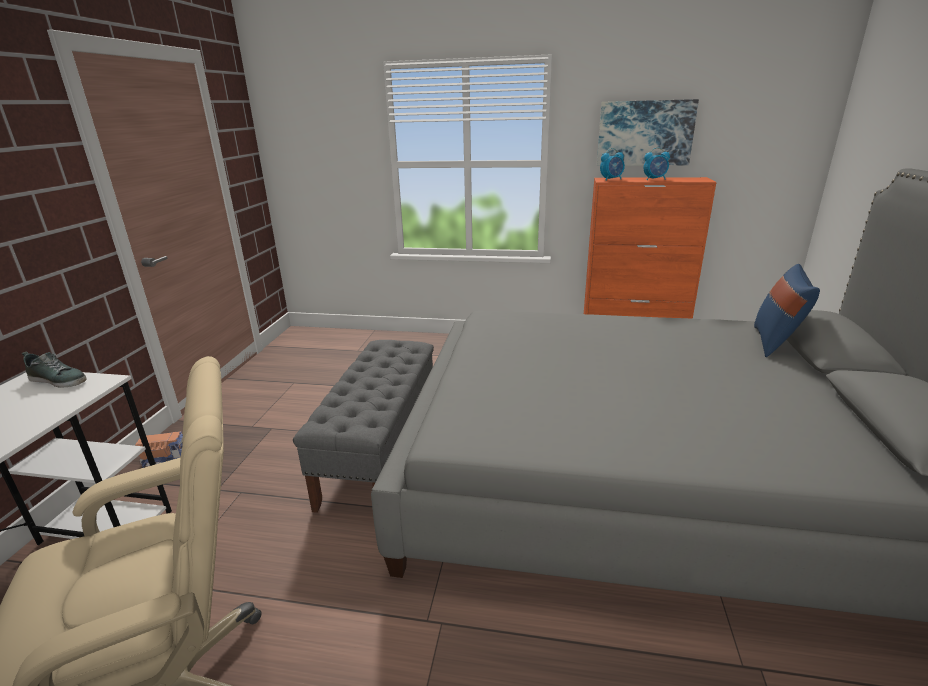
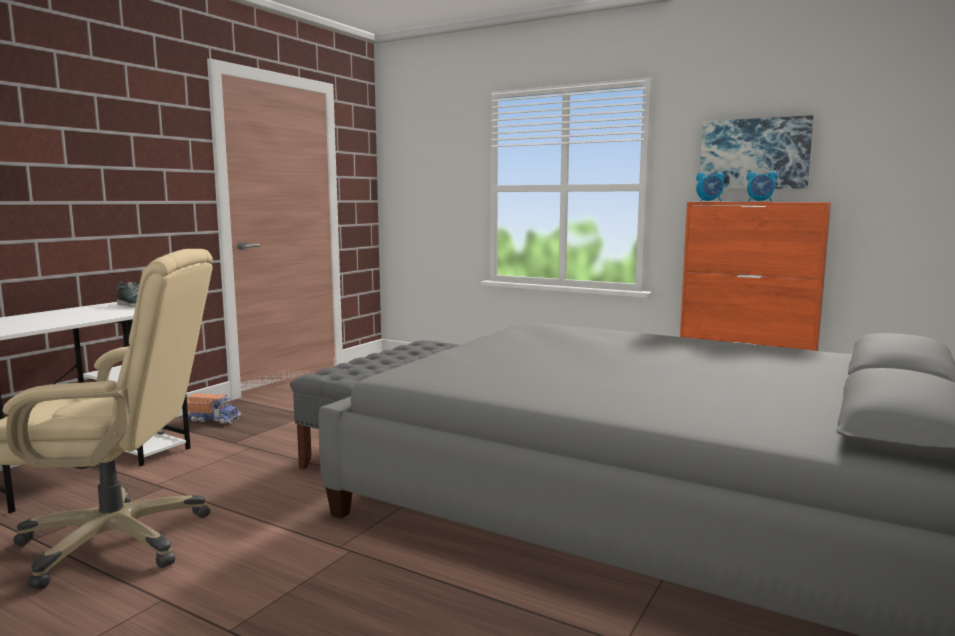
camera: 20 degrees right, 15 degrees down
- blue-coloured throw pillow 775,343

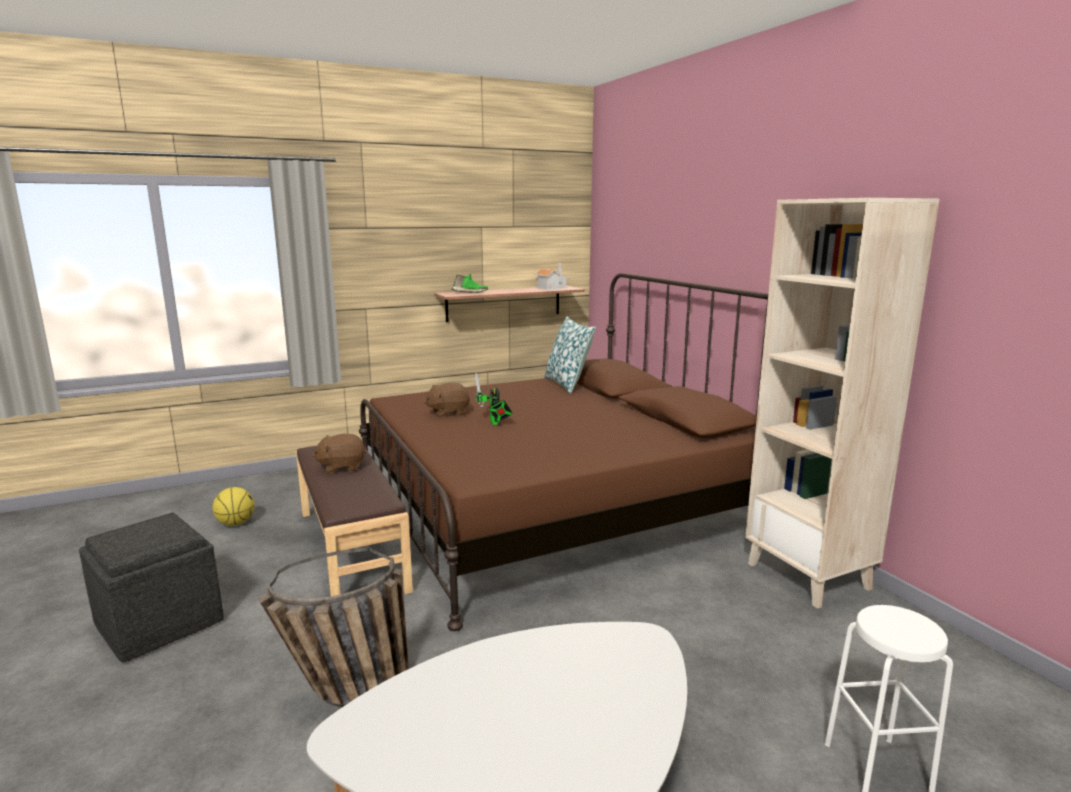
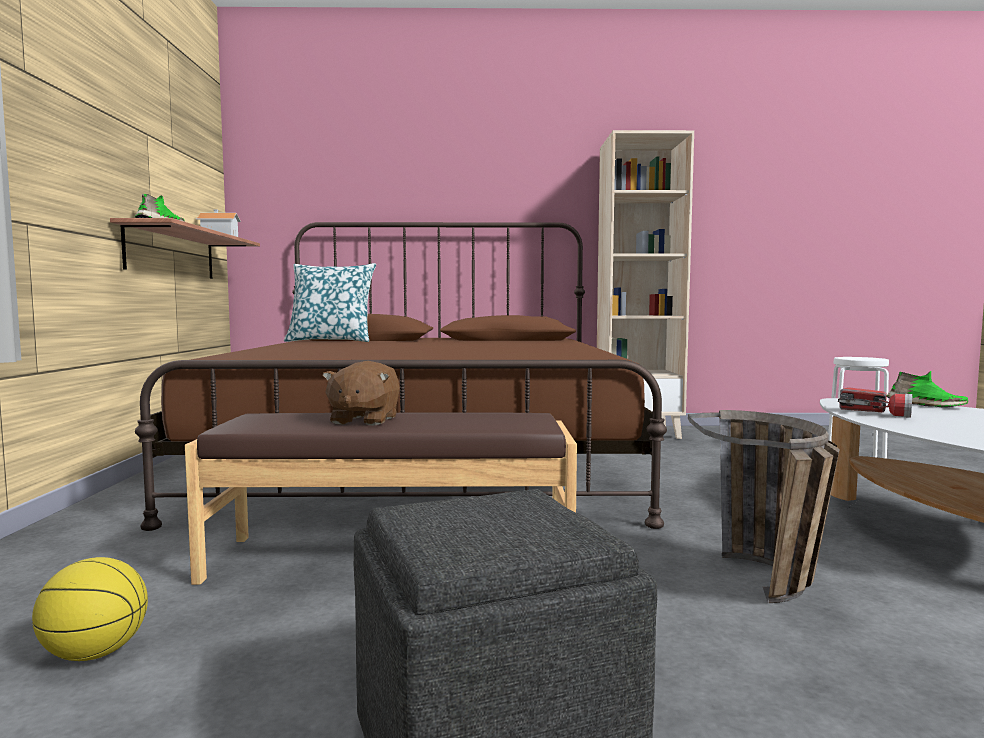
camera: 65 degrees left, 10 degrees down
+ torch 875,413
+ greenish low shoe 926,405
- brownish plush toy 448,413
- model robot 494,423

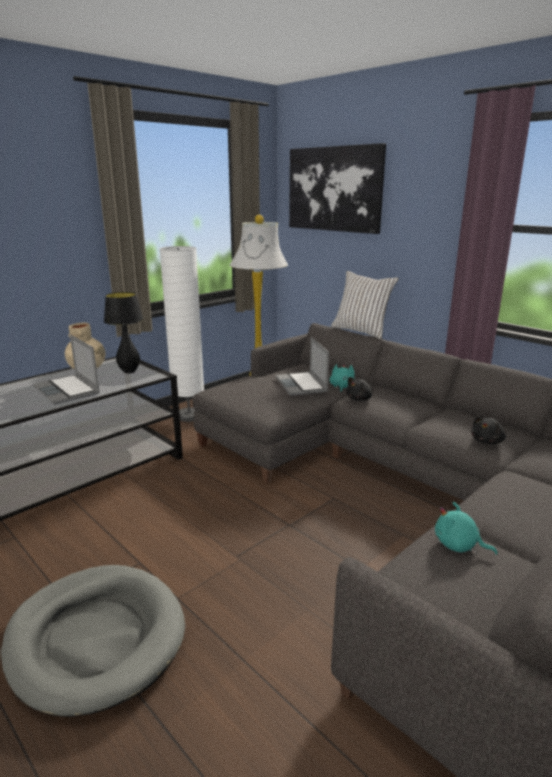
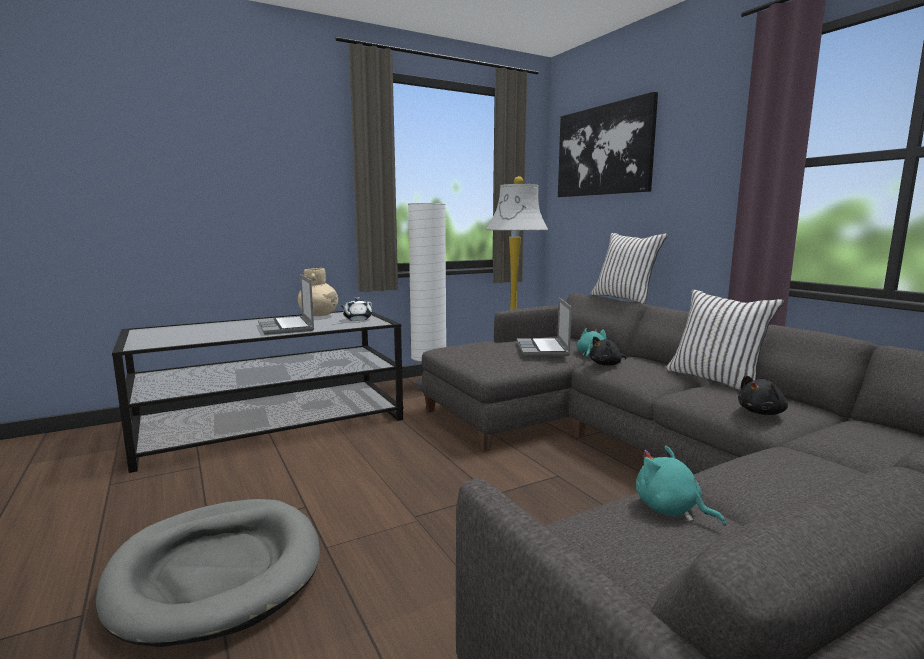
camera: 15 degrees right, 10 degrees down
~ blackish tabletop lamp 129,371 to white pot for tea 357,319
+ white throw pillow 716,380

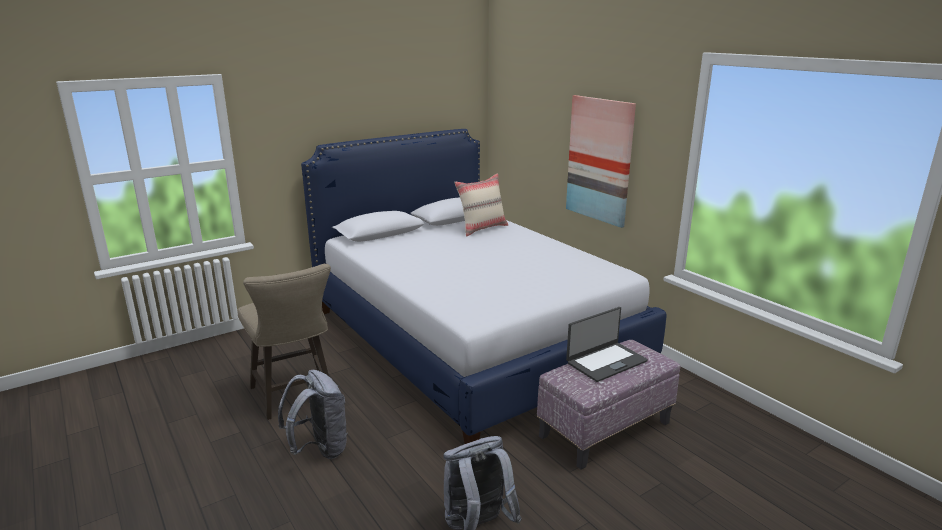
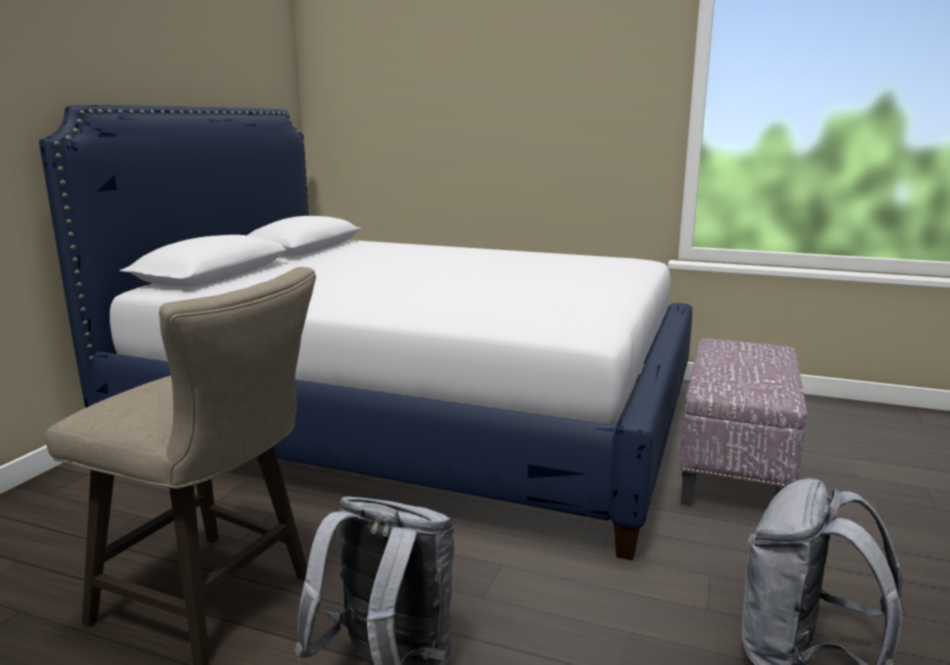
camera: 35 degrees left, 5 degrees down
- beige throw pillow 482,228
- wall picture 600,160
- portable computer 606,361

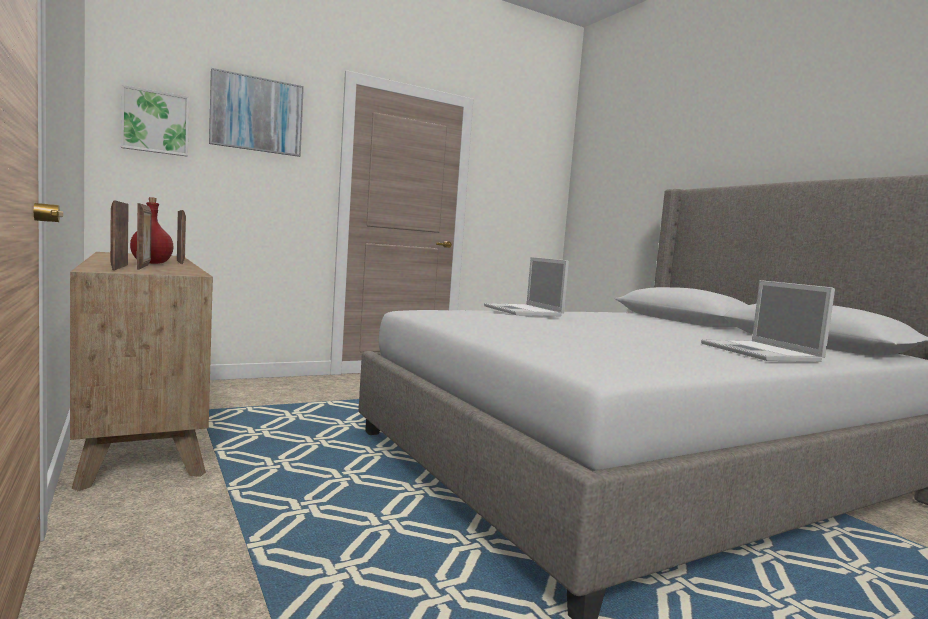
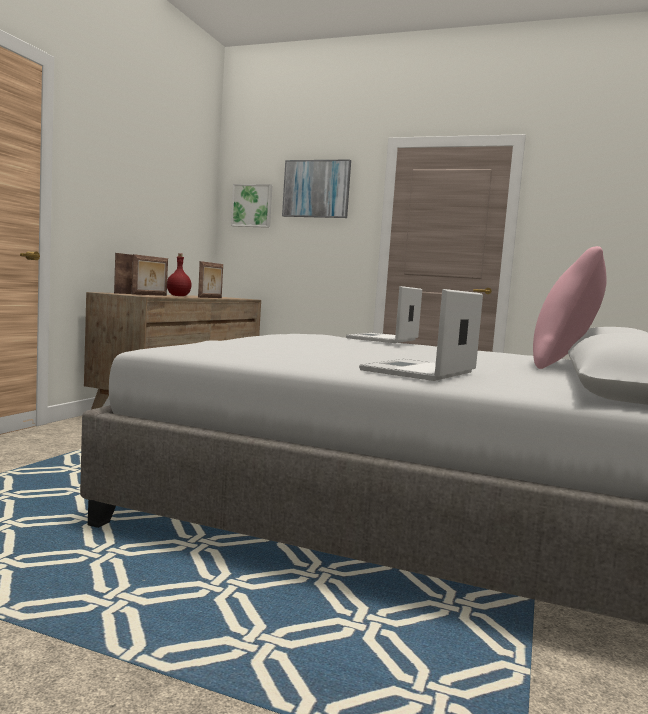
camera: 50 degrees right, 0 degrees up
+ pink throw pillow 563,366

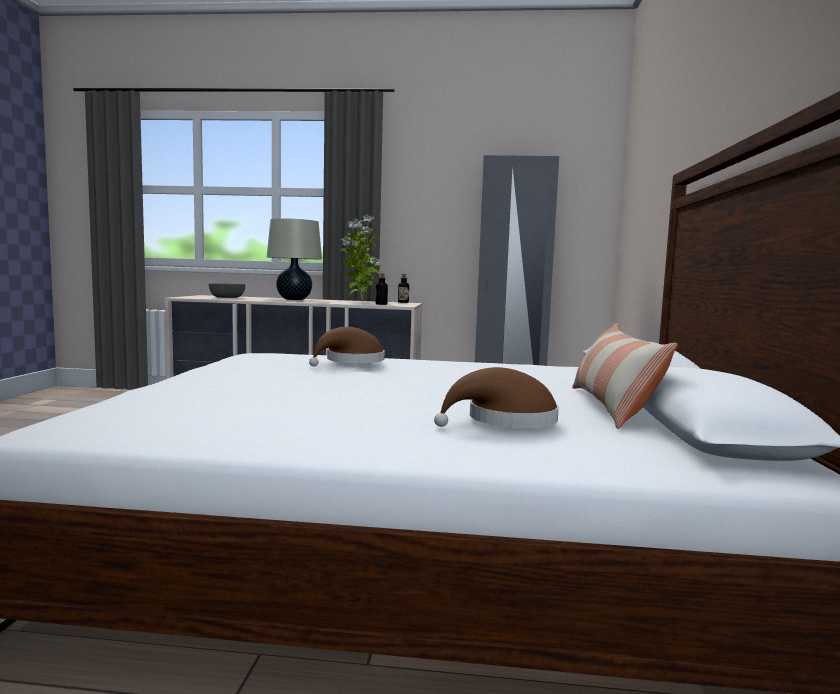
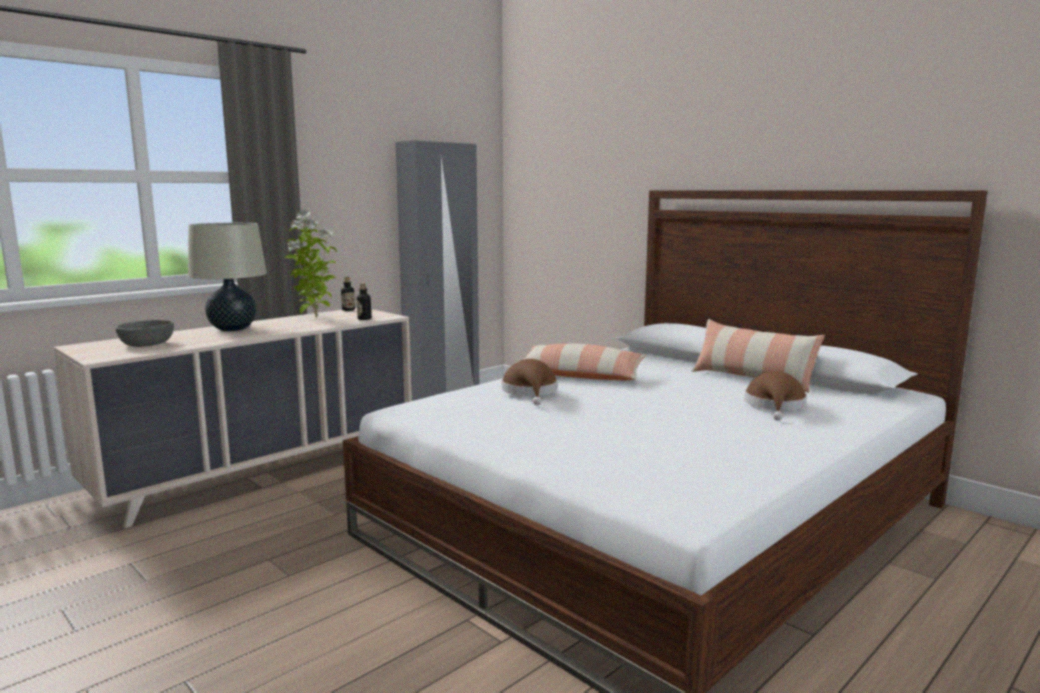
camera: 50 degrees left, 5 degrees up
+ throw pillow 580,376

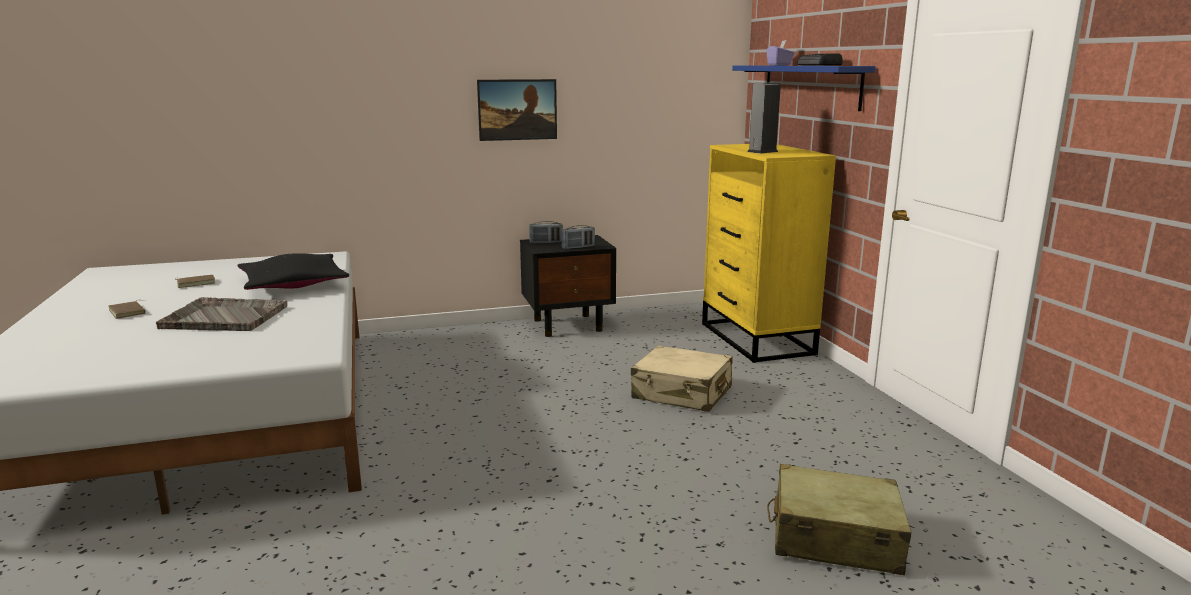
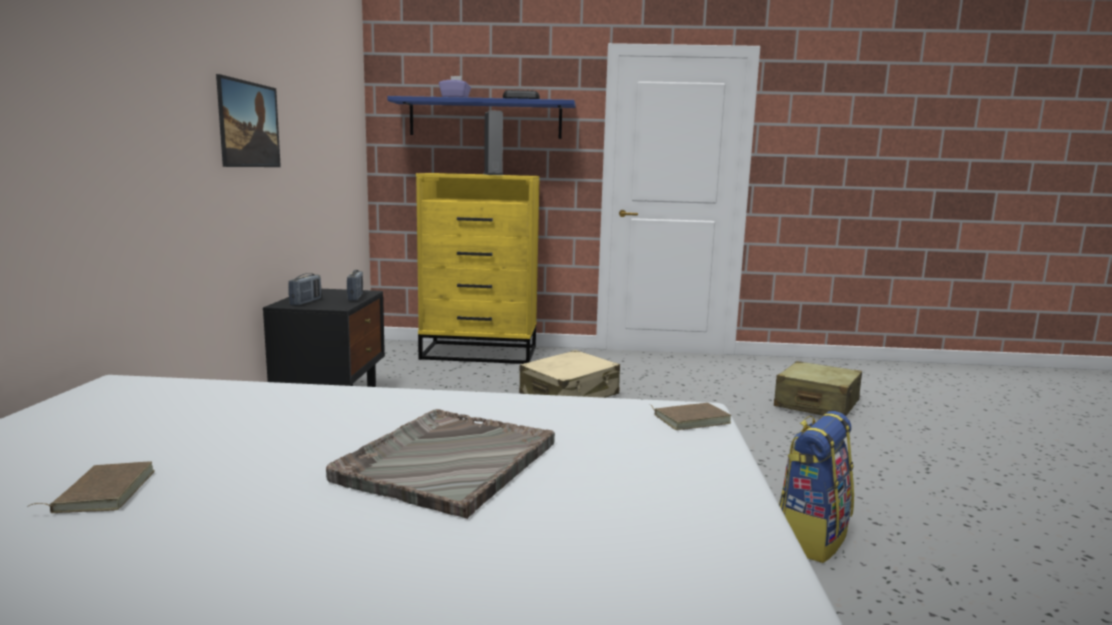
camera: 70 degrees left, 5 degrees down
~ brownish volume 129,312 to 691,419
+ backpack 810,537
- blackish throw pillow 293,284

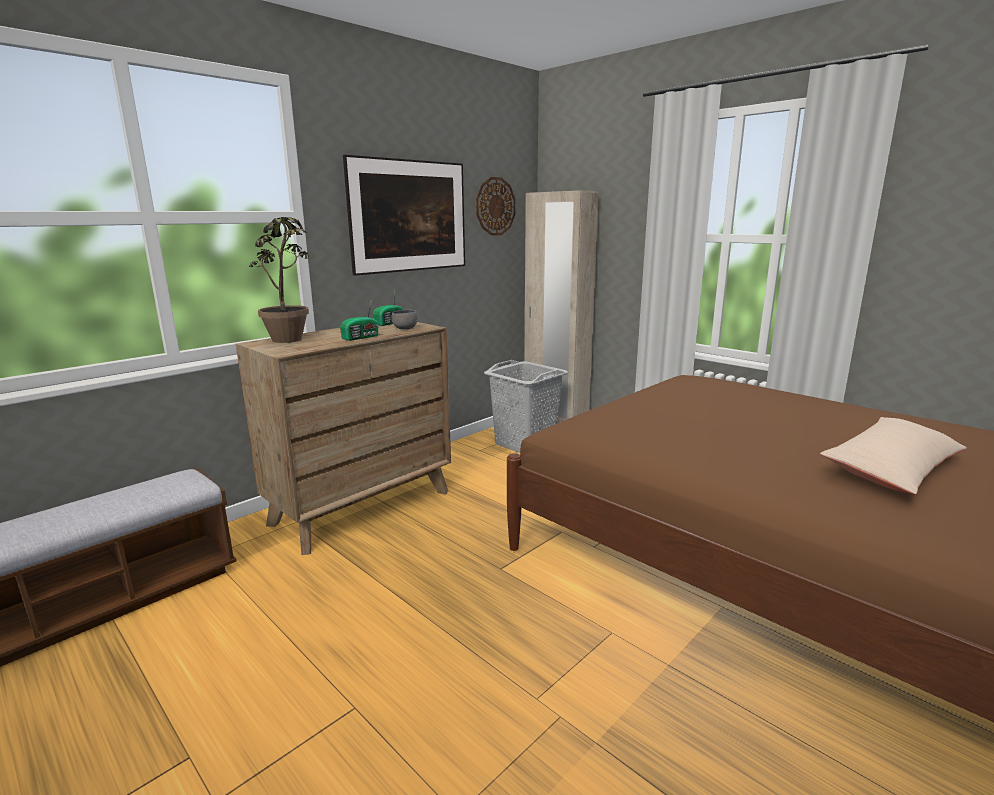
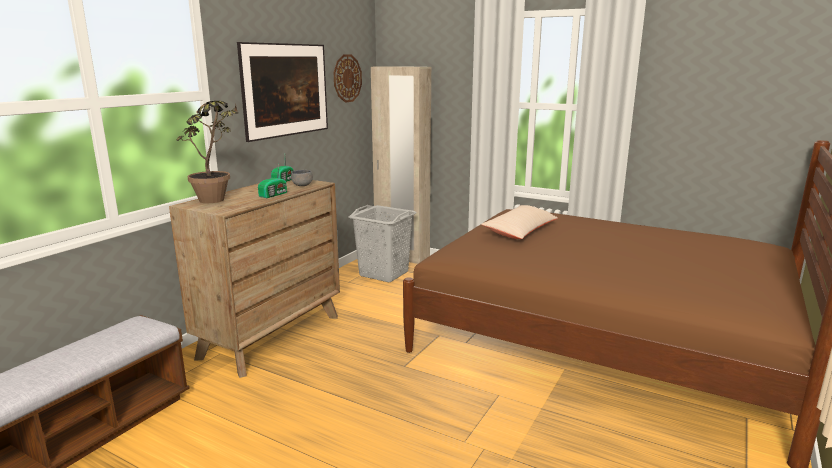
camera: 15 degrees left, 0 degrees up
~ beige throw pillow 891,469 to 520,231

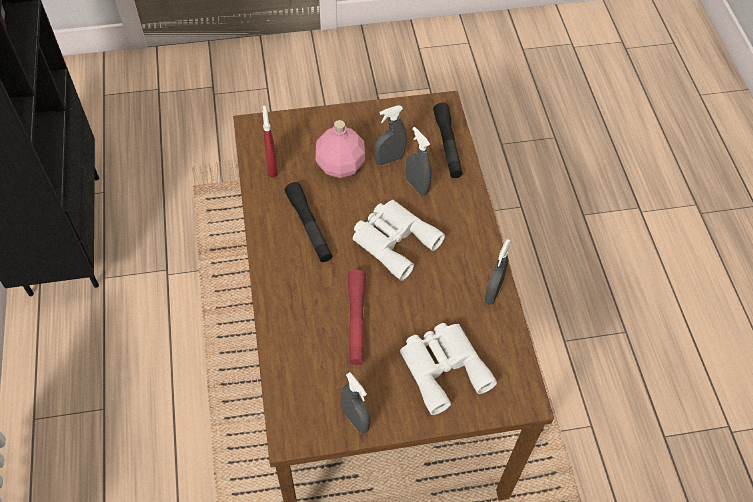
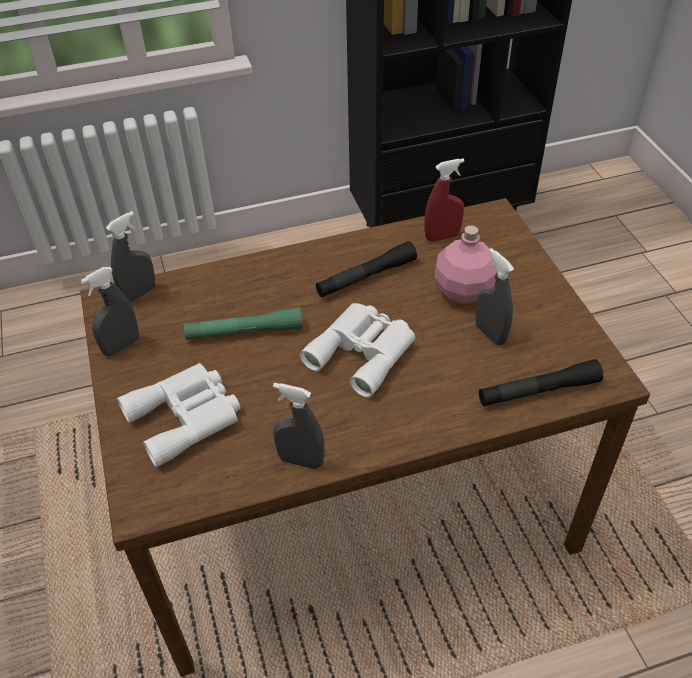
camera: 85 degrees right, 10 degrees down
~ grey hand sprayer 417,186 to 139,294
~ red torch 356,321 to greenish torch 244,332

